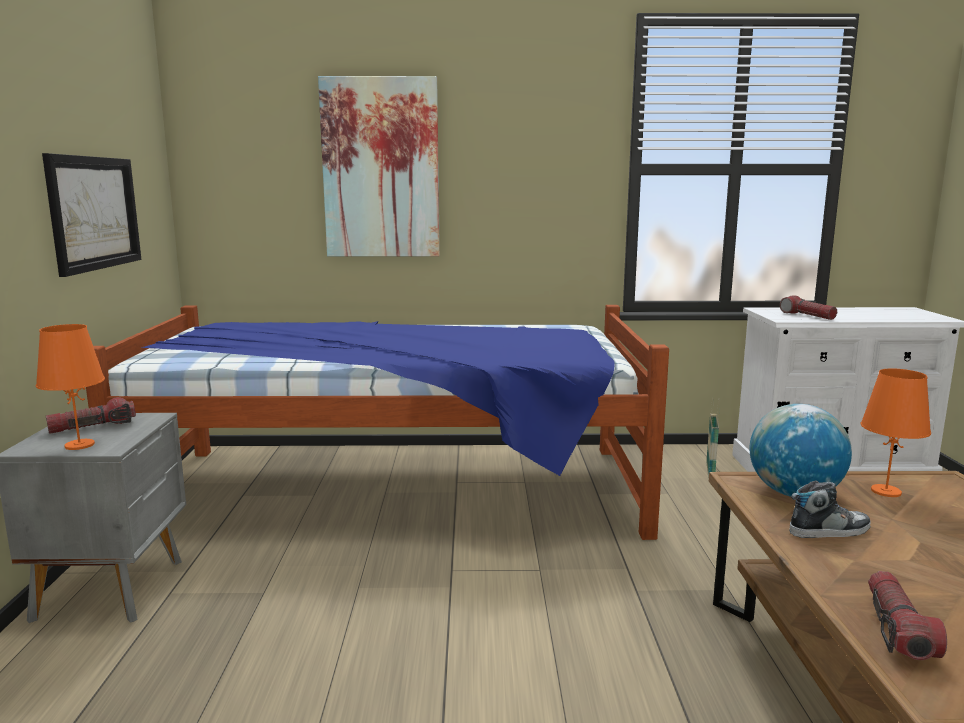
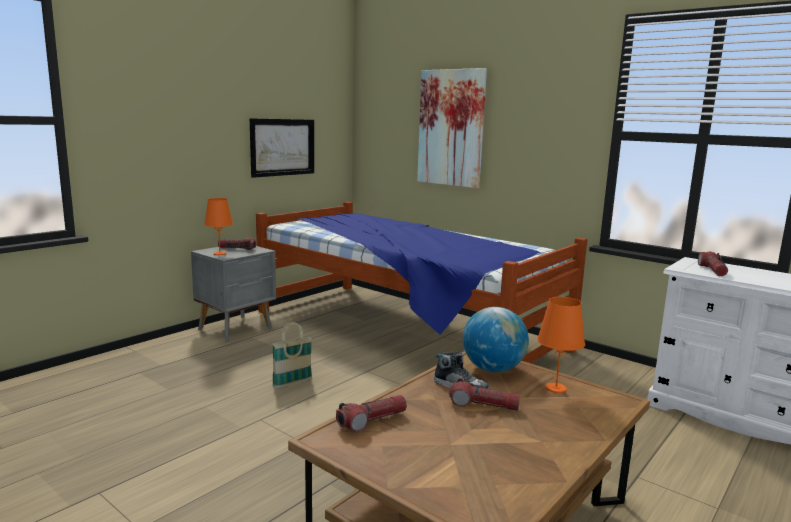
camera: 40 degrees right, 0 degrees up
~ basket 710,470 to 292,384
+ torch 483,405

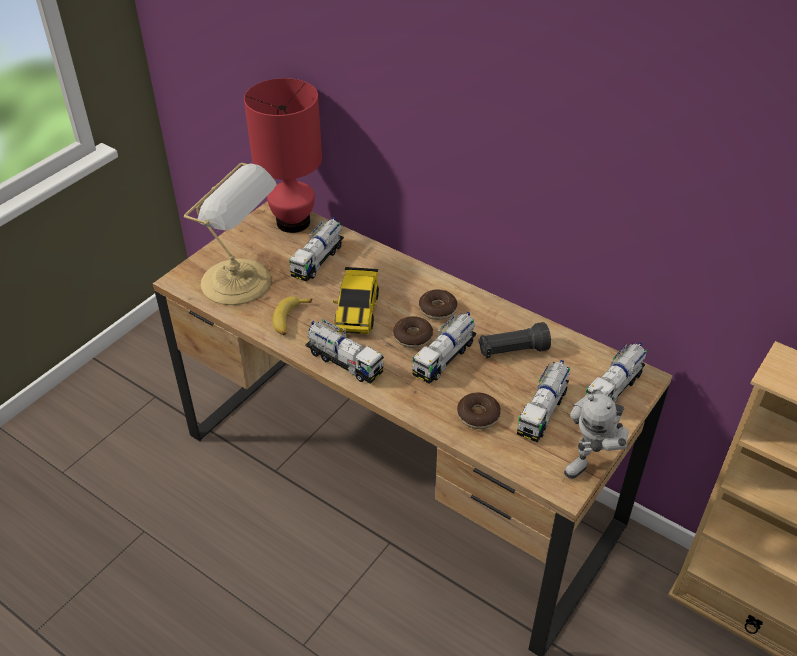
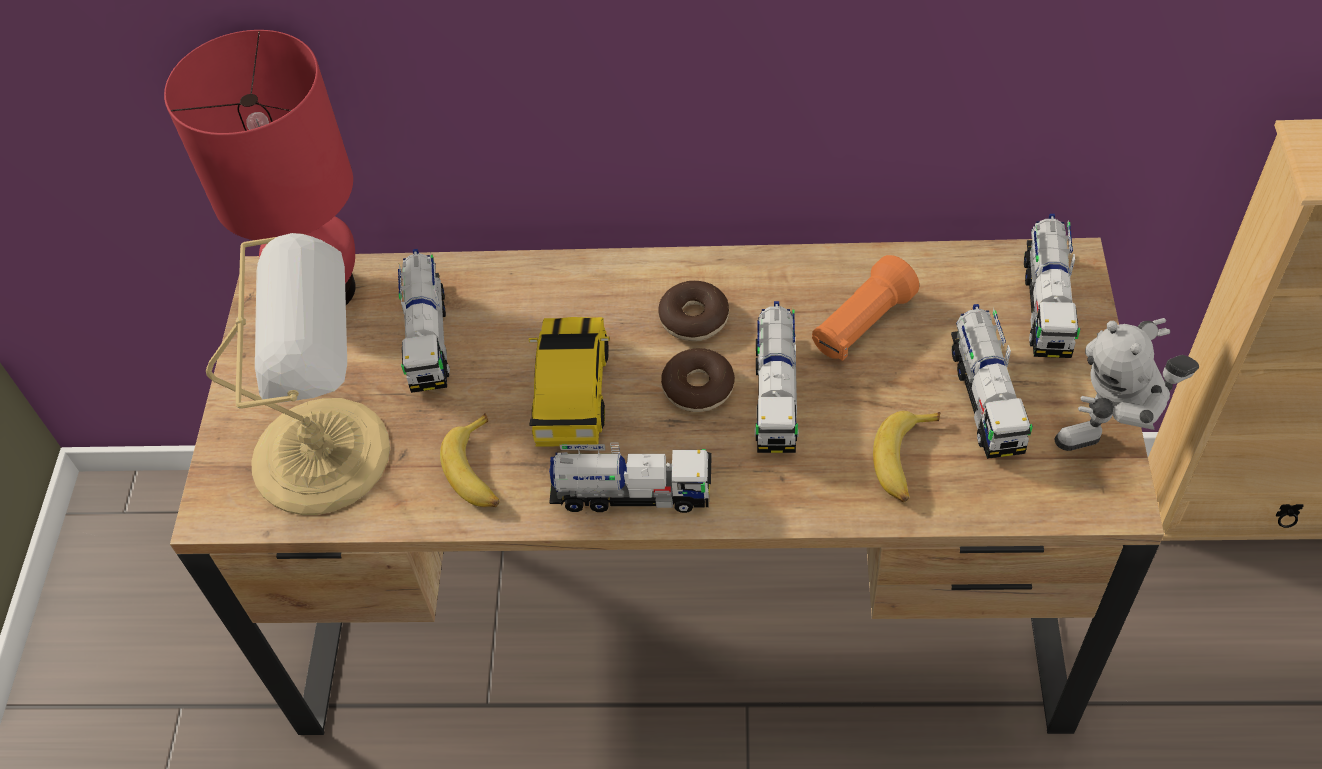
camera: 30 degrees left, 10 degrees up
~ miniature car 357,310 = 572,391 150 degrees counterclockwise
~ blackish torch 512,351 to orange-coloured torch 861,325
~ ring doughnut 478,415 to banana fruit 905,461
~ model robot 592,461 = 1115,435 60 degrees clockwise

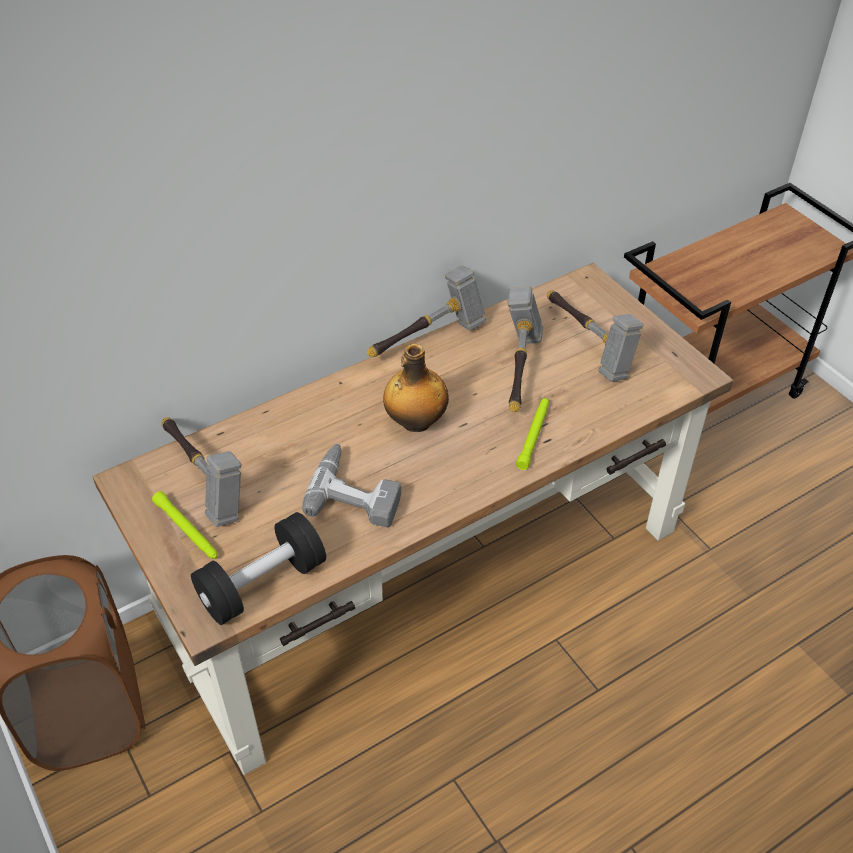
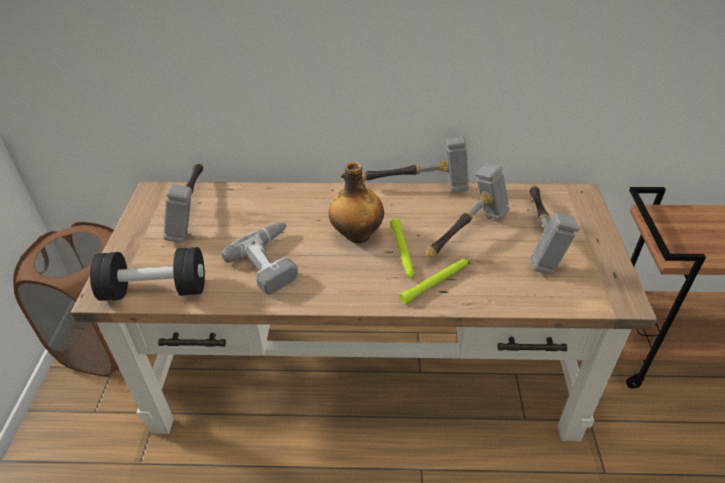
camera: 35 degrees right, 5 degrees down
~ greenish torch 187,530 to 402,251

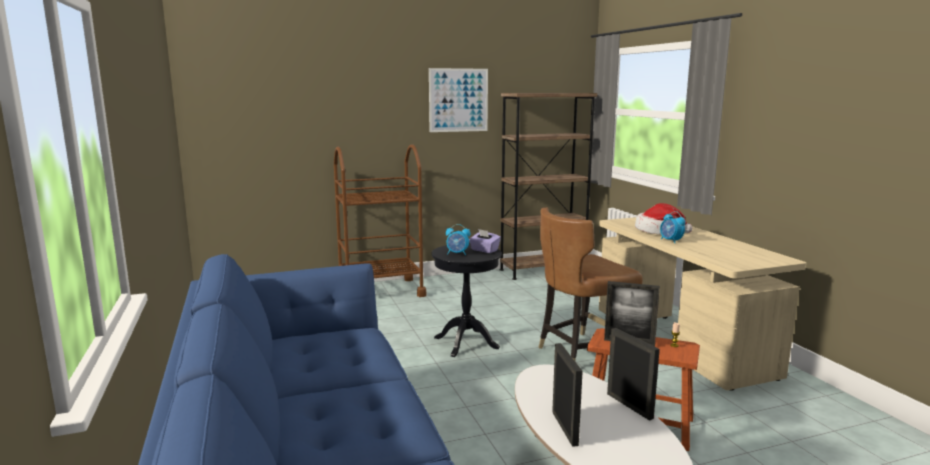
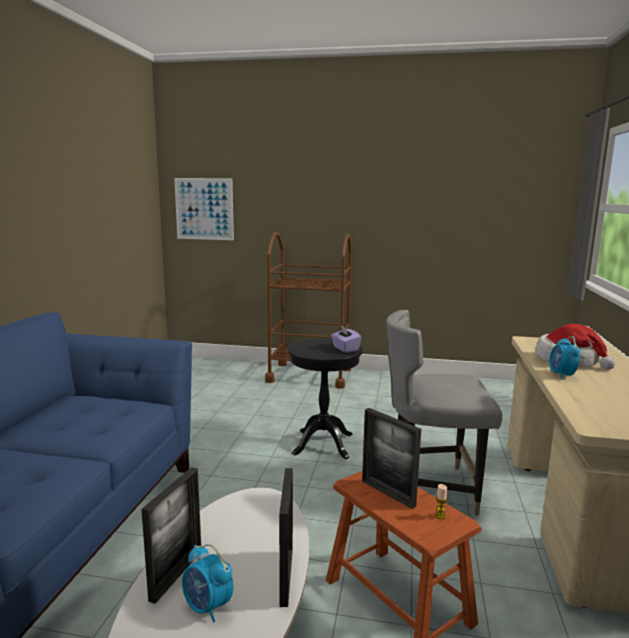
camera: 30 degrees right, 0 degrees up
~ wall picture 458,100 to 204,209
~ alarm clock 457,253 to 208,607
~ brownish chair 580,352 to grey chair 431,488
- brownish bookcase 542,270

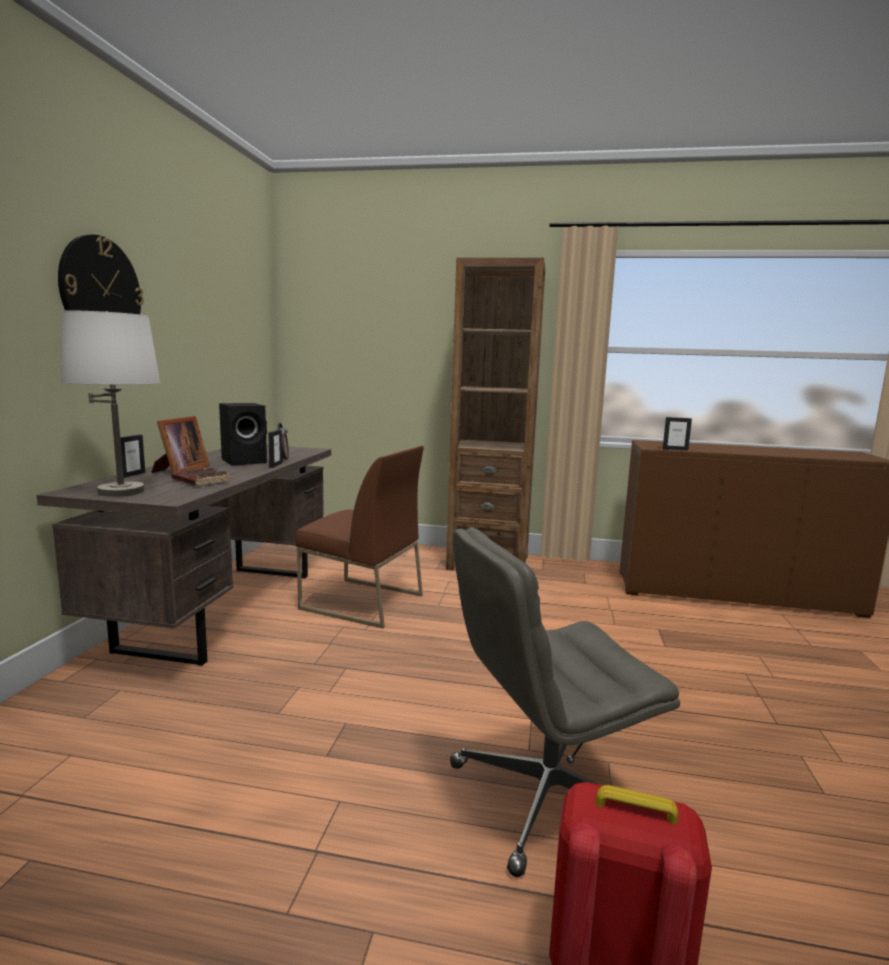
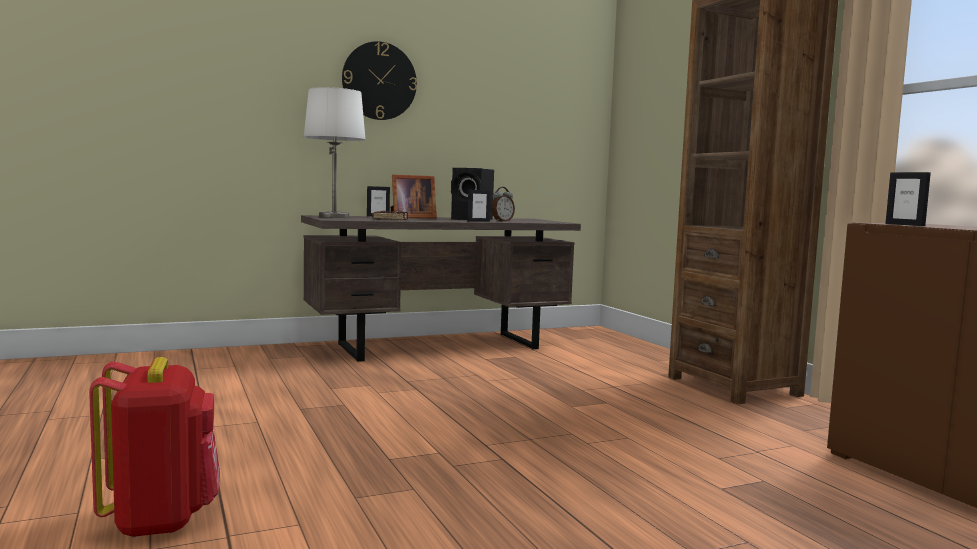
camera: 55 degrees right, 5 degrees down
- brownish chair 361,602
- grey computer chair 545,799

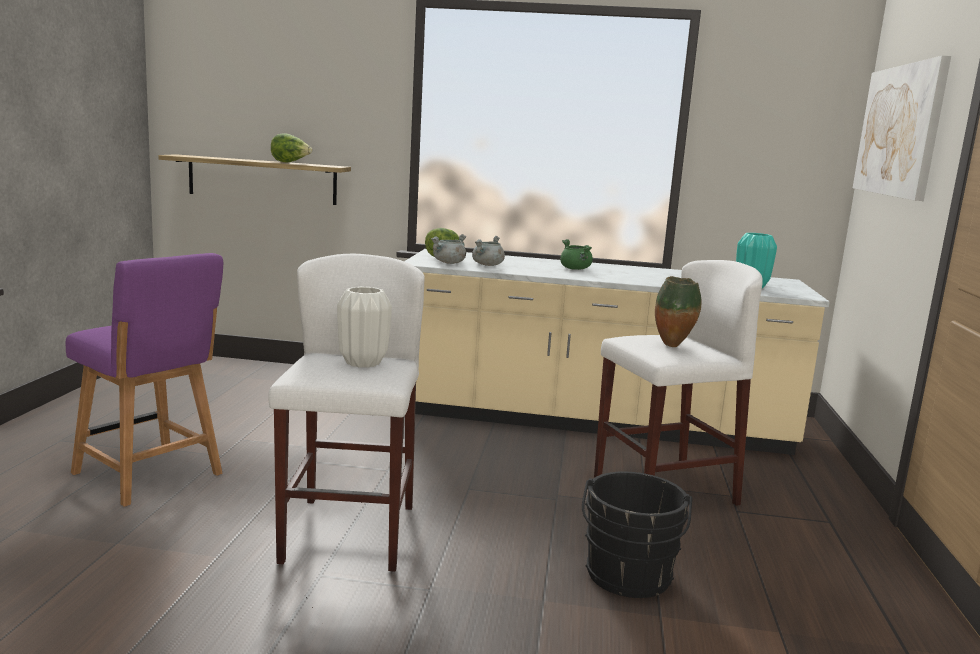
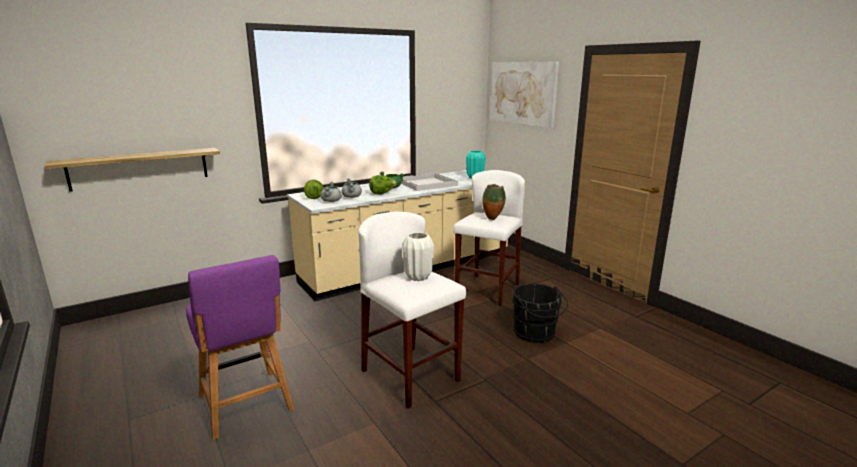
camera: 40 degrees left, 5 degrees up
~ purplish chair 151,476 = 247,405 60 degrees clockwise
~ lettuce 290,162 to 382,193
+ white tray 426,183

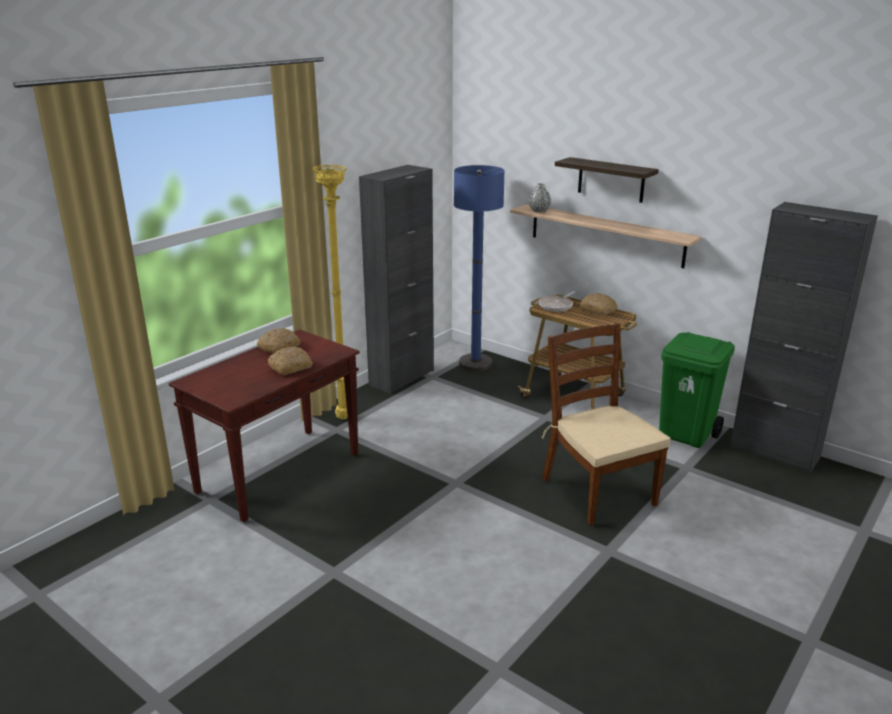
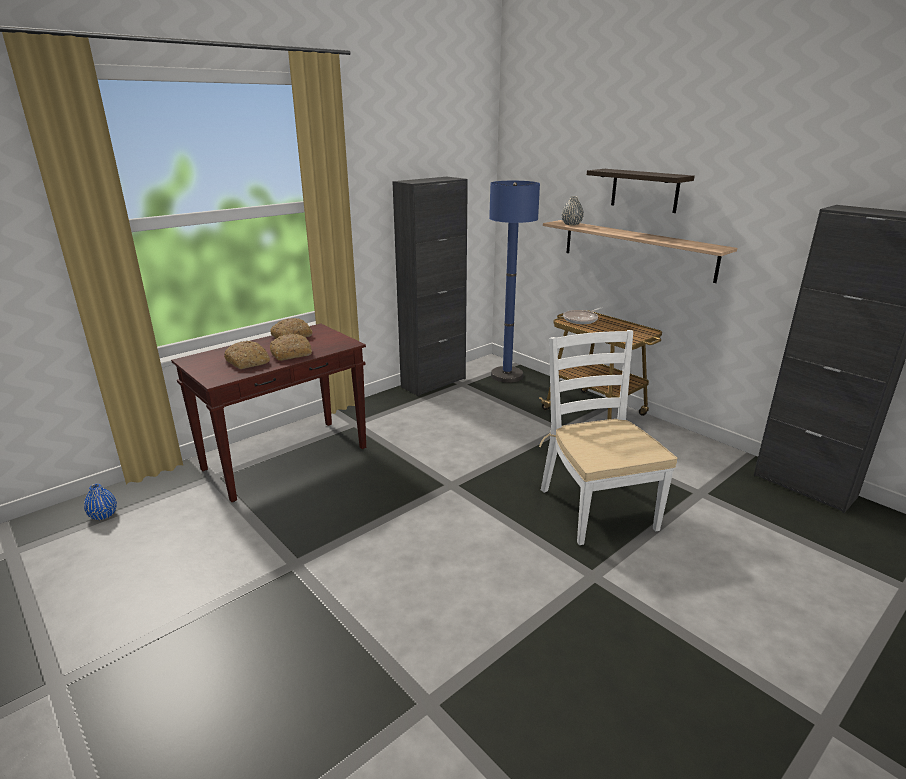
camera: 10 degrees right, 0 degrees up
+ blue-coloured flower vase 103,515
~ bakery bread 598,310 to 248,362
~ brownish chair 597,491 to white chair 596,508
- yellow-coloured standard lamp 345,418
- greenish waste bin 686,435

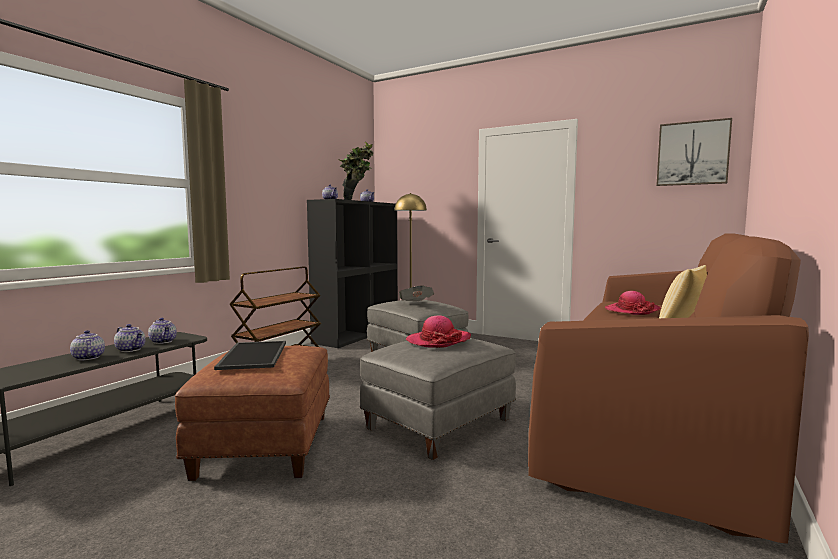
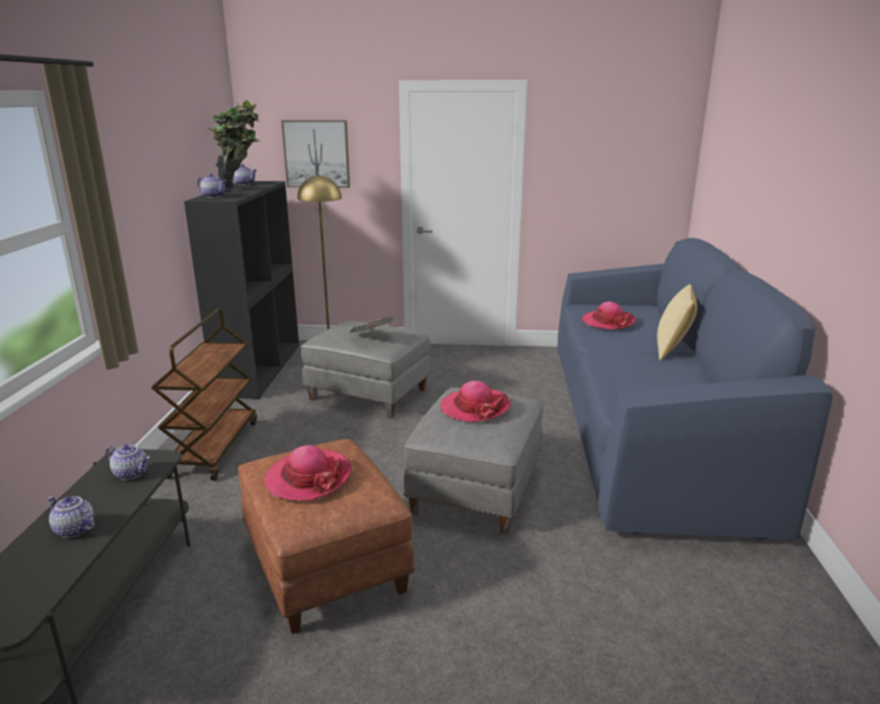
camera: 25 degrees left, 15 degrees up
~ tray 252,355 to wearable hat 308,478
~ wall picture 692,153 to 316,154
~ brownish sofa 655,412 to blue-coloured sofa 646,427
- pot for tea 131,349

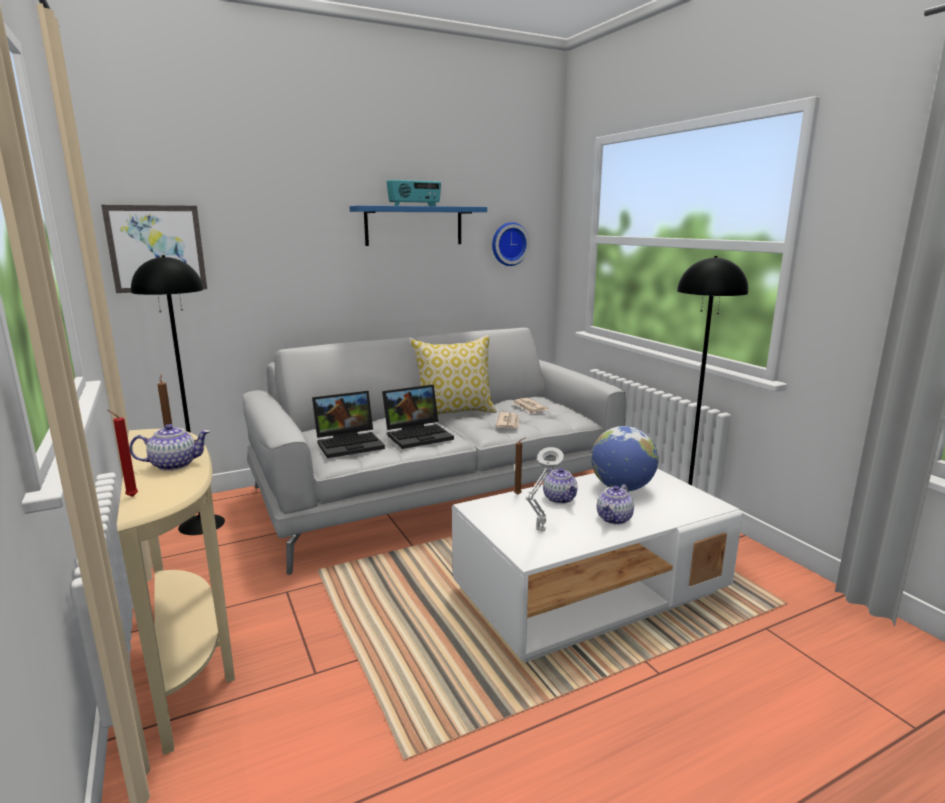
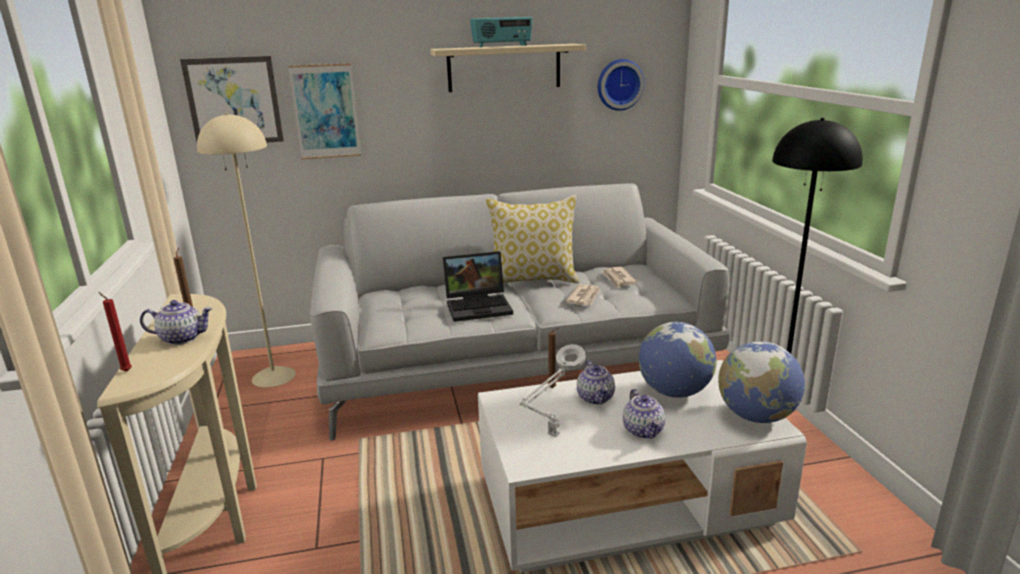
camera: 15 degrees right, 5 degrees up
~ blackish standard lamp 201,524 to beige standard lamp 274,376
+ wall picture 325,112
~ blue-coloured bracket shelf 414,226 to beige bracket shelf 504,68
~ pot for tea 614,519 = 643,431 60 degrees counterclockwise
+ world globe 756,416
- portable computer 350,443

